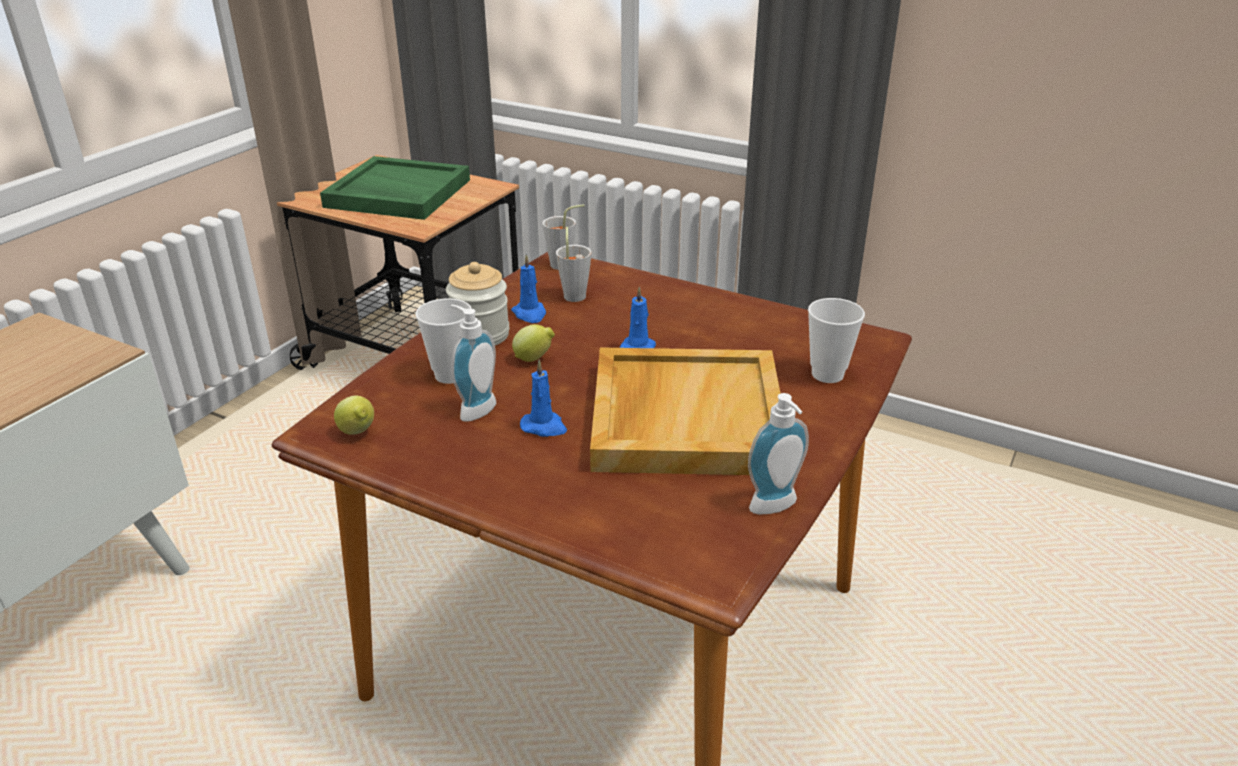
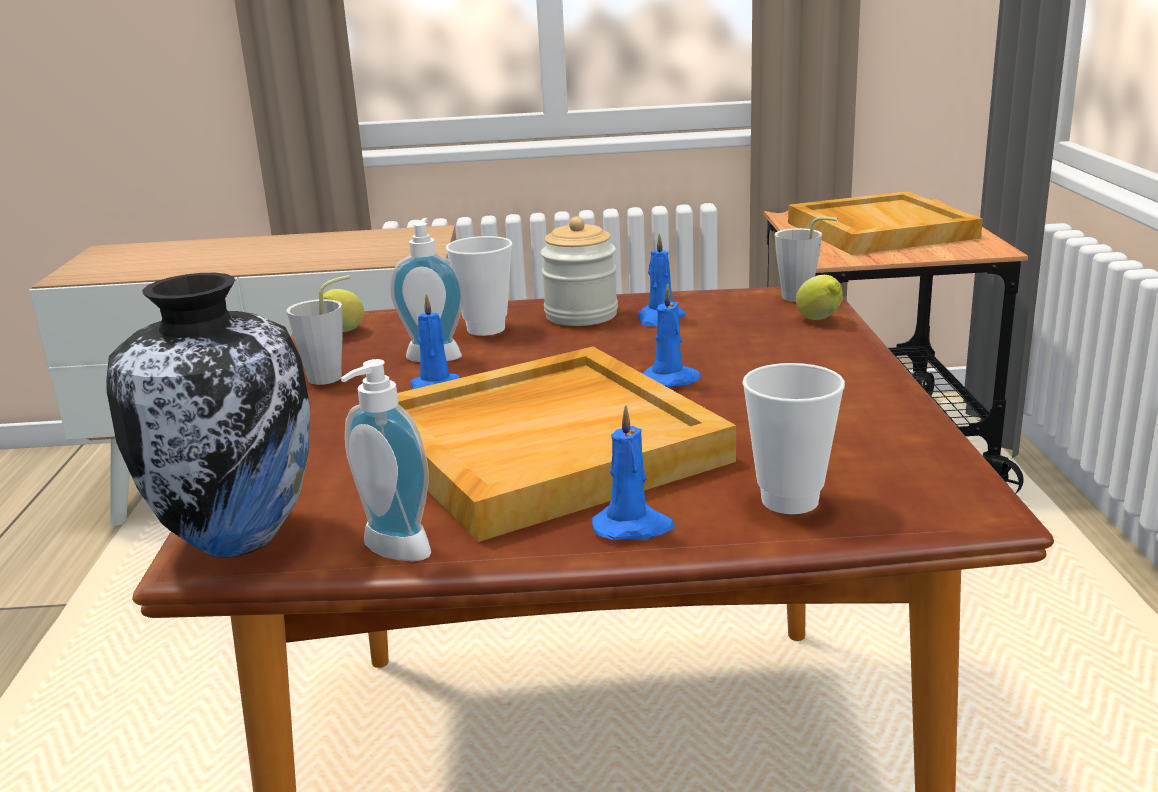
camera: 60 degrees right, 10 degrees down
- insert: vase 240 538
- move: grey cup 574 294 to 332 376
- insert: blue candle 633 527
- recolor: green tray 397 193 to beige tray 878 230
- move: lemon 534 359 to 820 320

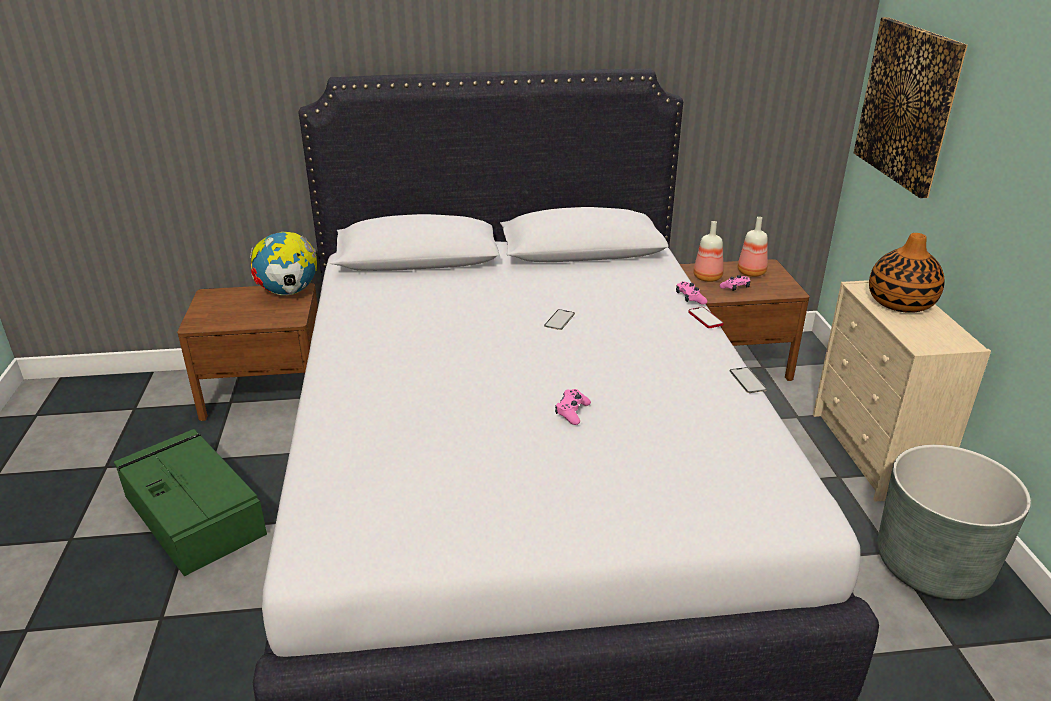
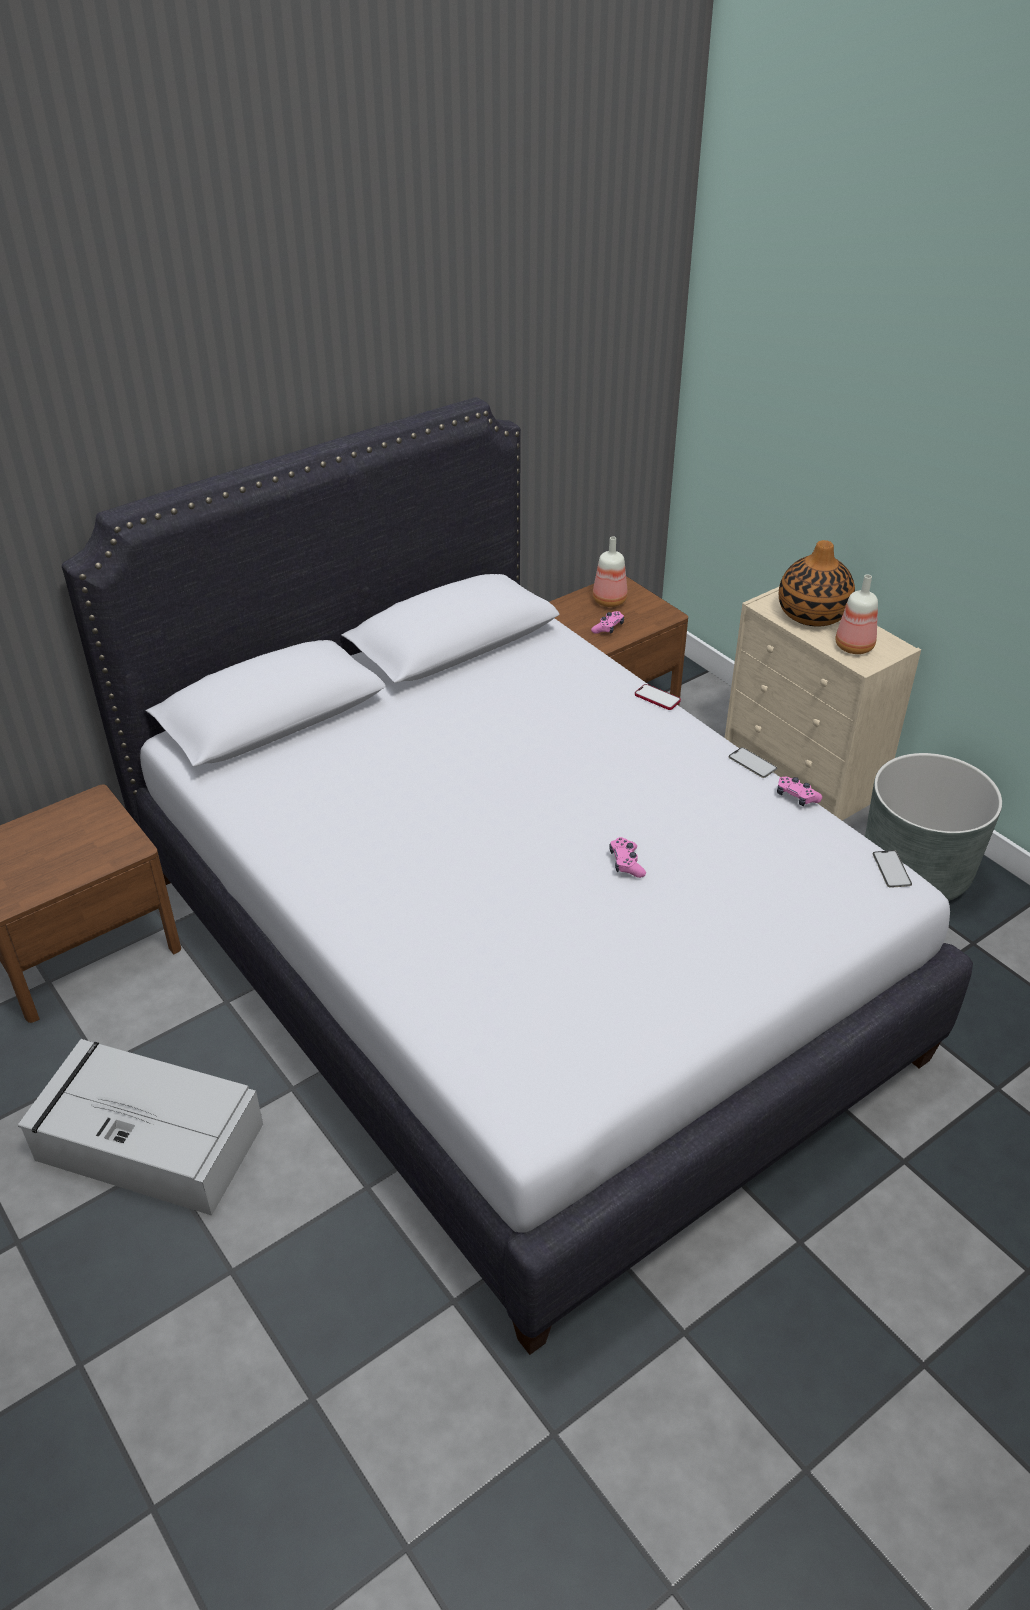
camera: 30 degrees left, 10 degrees up
- recolor: green storage box 193 513 to grey storage box 147 1141
- move: pink game controller 690 298 to 796 797
- move: bottle 708 278 to 855 646
- move: phone 559 320 to 891 869
- delete: globe 289 293
- delete: picture 908 104

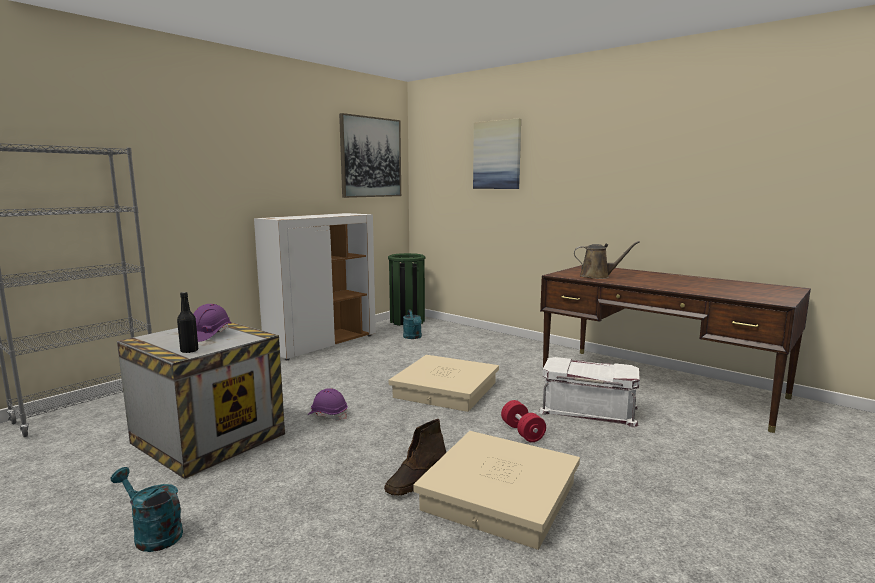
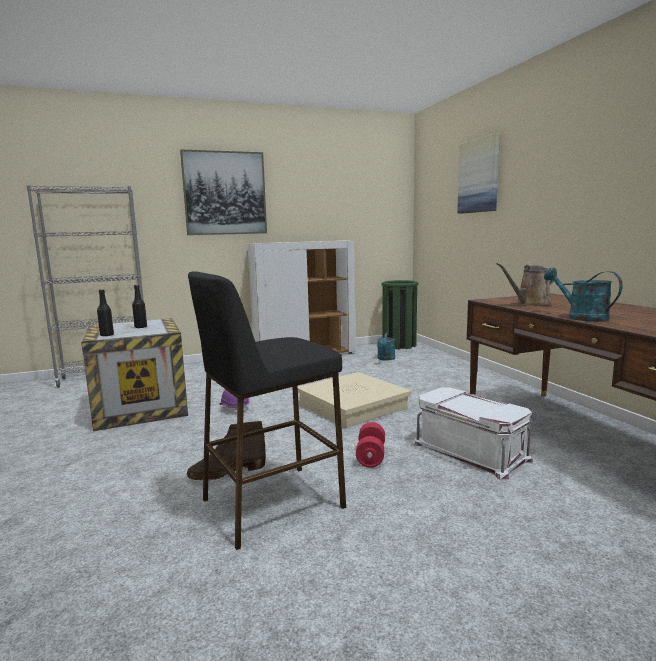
camera: 30 degrees right, 0 degrees up
- replace: purple hard hat 209 335 to black bottle 141 327
- move: picture 371 157 to 225 193
- replace: beige storage box 498 495 to black stool 271 504
- rotate: brown watering can 598 276 = 530 304 120 degrees clockwise
- move: turquoise watering can 152 534 to 581 317

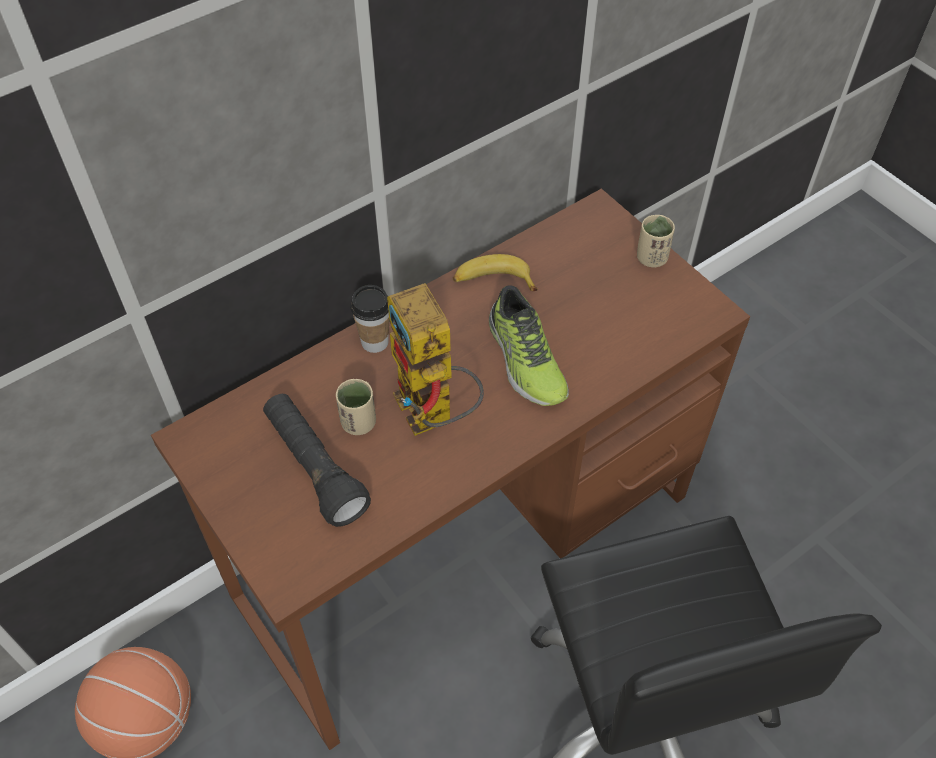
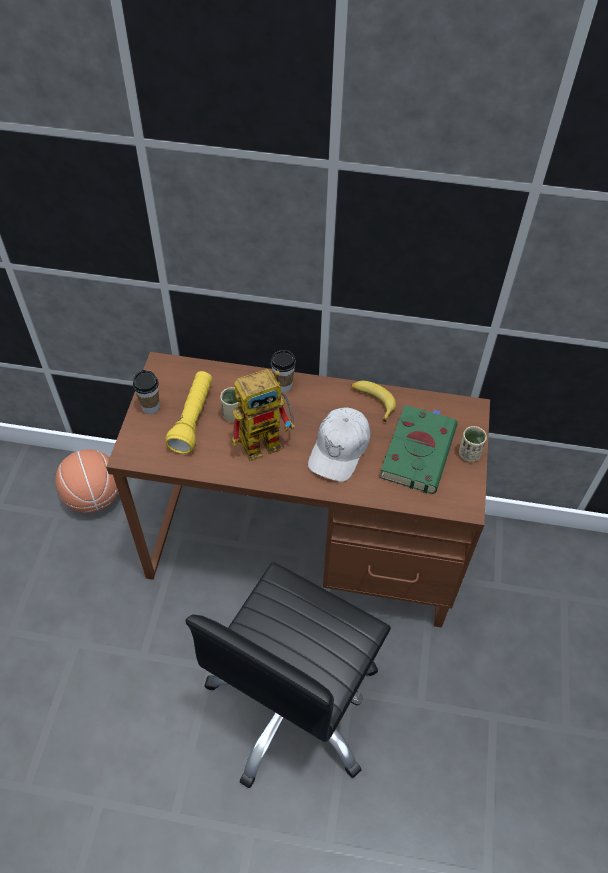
camera: 45 degrees right, 0 degrees up
- insert: cup 150 407
- recolor: black flashlight 314 468 to yellow flashlight 193 419
- rotate: toy robot 434 416 = 267 439 135 degrees counterclockwise
- replace: shoe 524 360 to white cap 339 449
- insert: green book 418 450

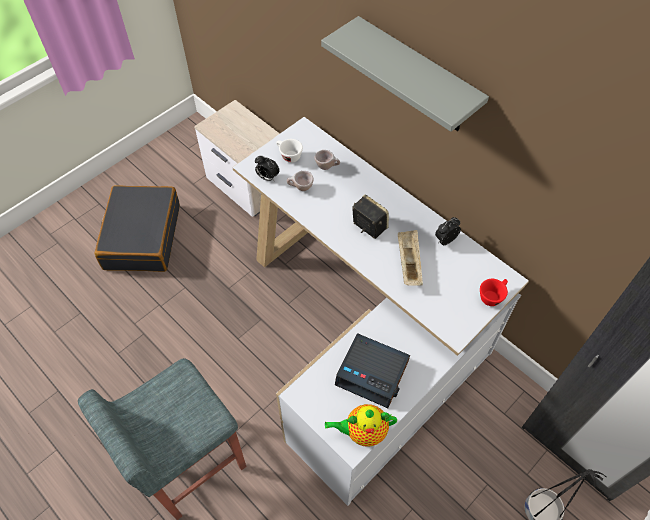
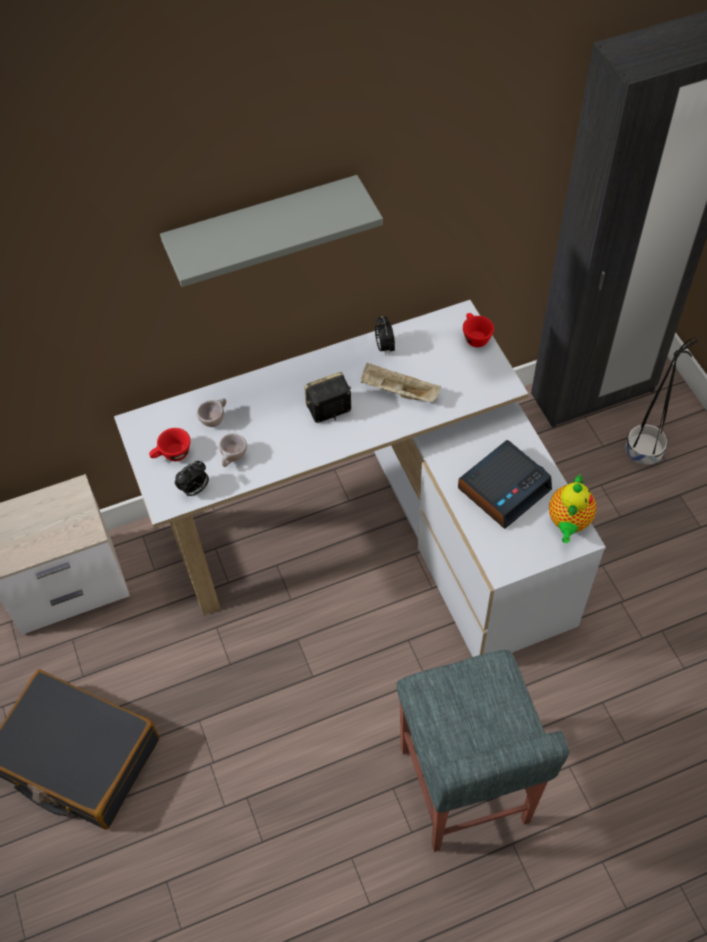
camera: 65 degrees left, 0 degrees up
- recolor: white cup 288 156 to red cup 172 455

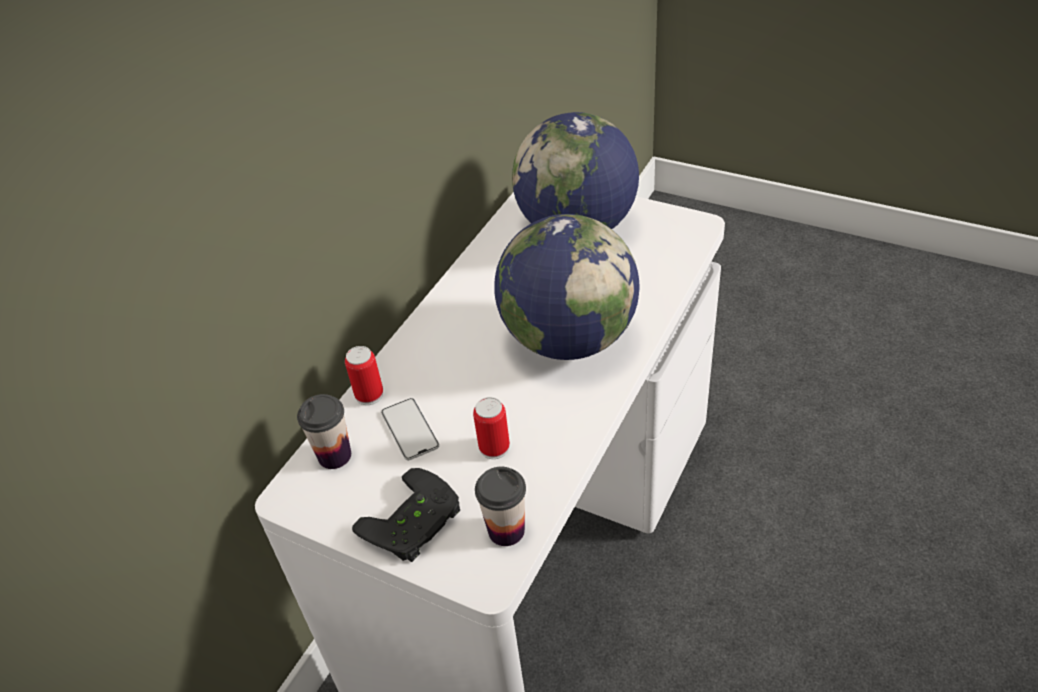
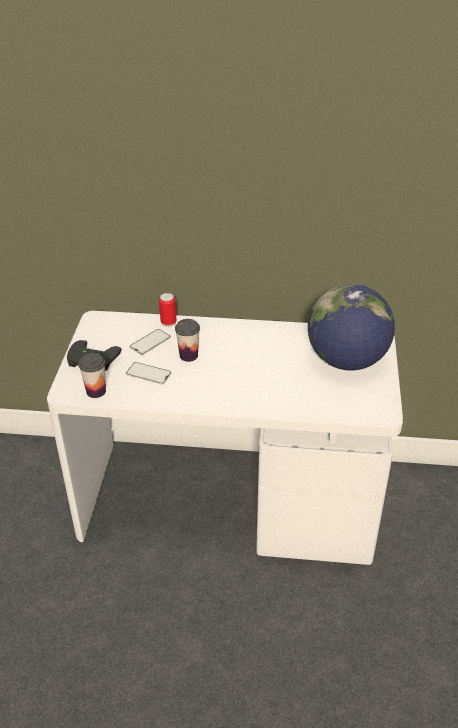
camera: 65 degrees right, 5 degrees down
- replace: can 494 447 to phone 148 373
- move: cup 334 455 to 188 356
- delete: globe 569 339

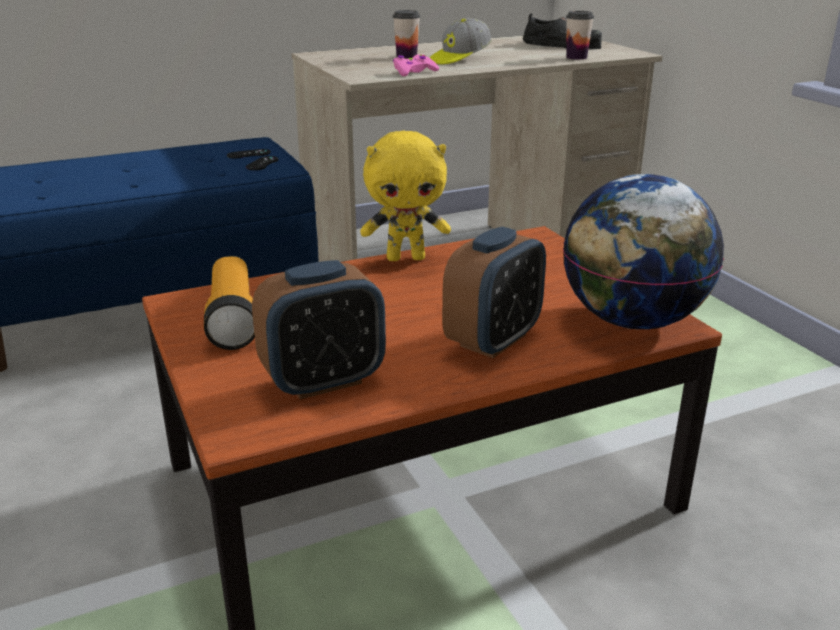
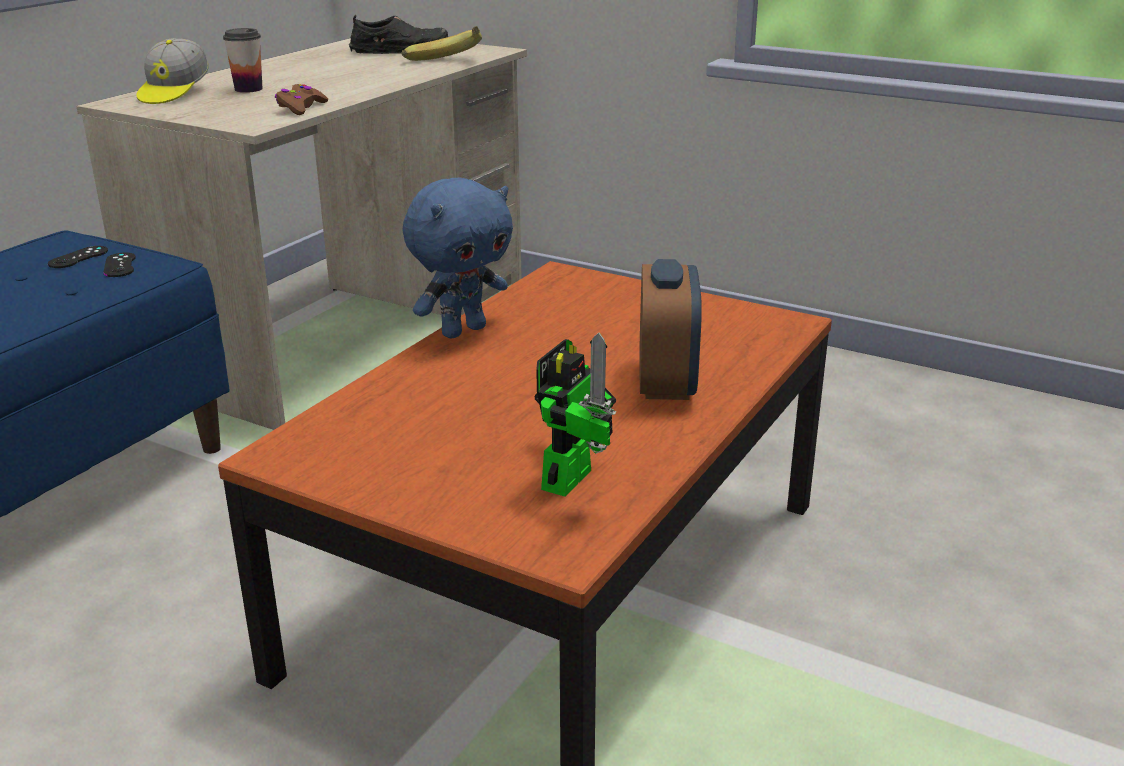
camera: 35 degrees left, 0 degrees up
- move: cap 459 59 to 174 93
- recolor: pink game controller 414 72 to brown game controller 301 108
- replace: cup 576 57 to banana 446 63
- recolor: yellow plush toy 406 258 to blue plush toy 463 330
- replace: alarm clock 323 381 to toy robot 571 475
- delete: flashlight 233 320
- delete: globe 631 321

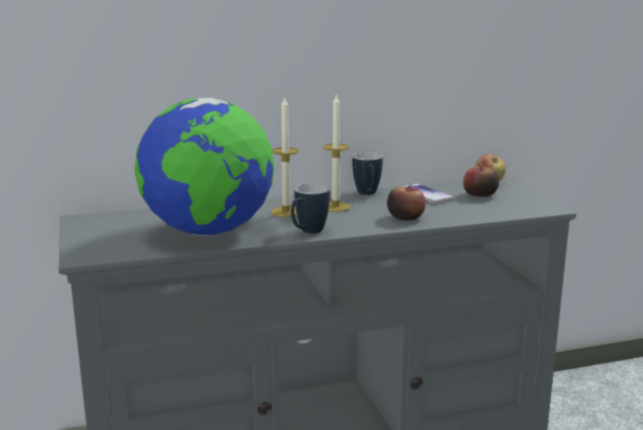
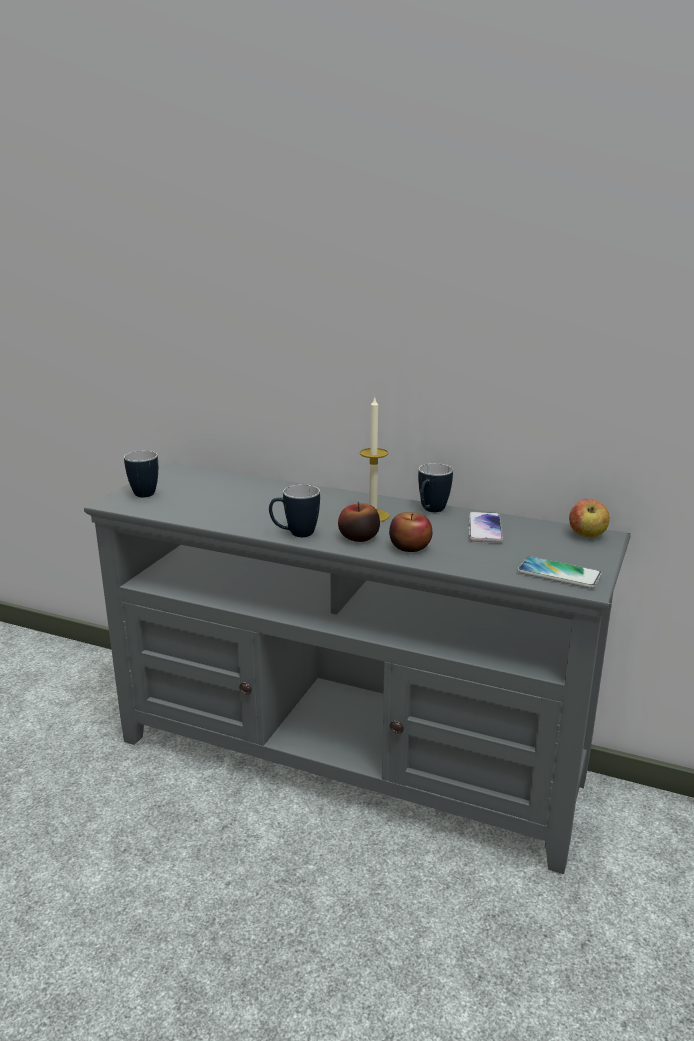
camera: 40 degrees right, 5 degrees up
- insert: mug 142 492
- move: apple 479 194 to 359 537
- insert: phone 559 574
- delete: globe 208 232
- delete: candle 286 212

